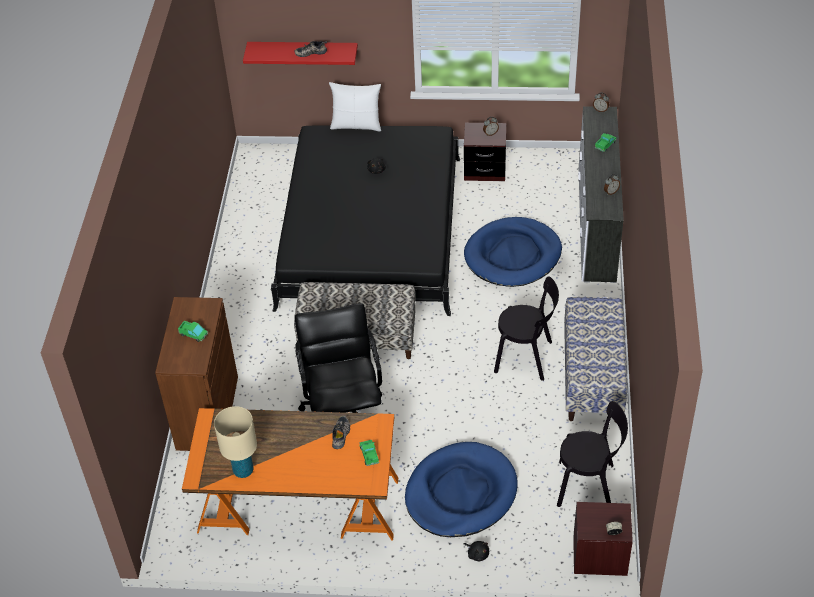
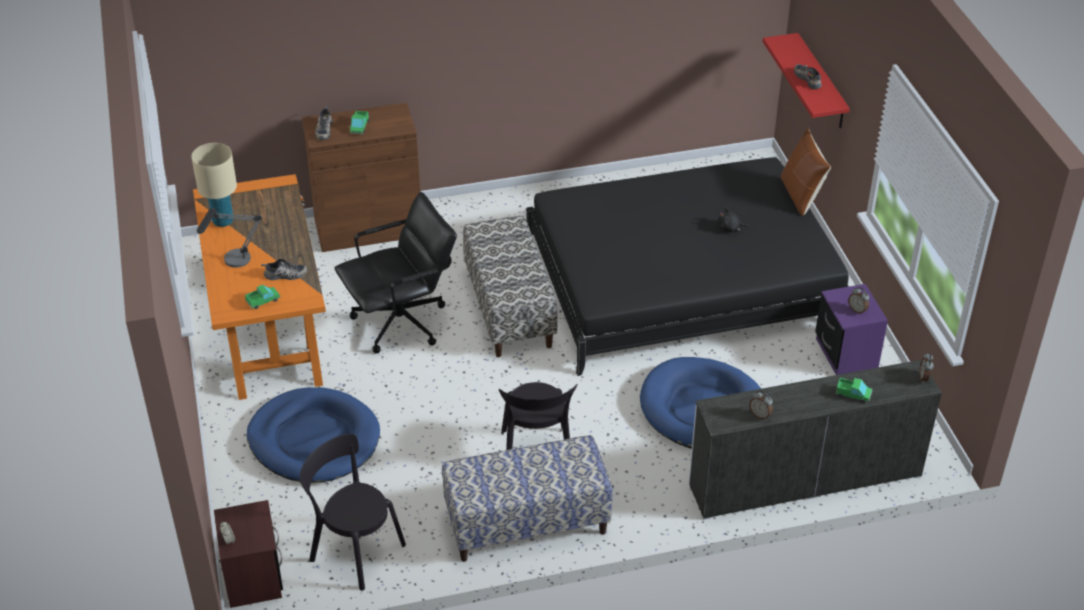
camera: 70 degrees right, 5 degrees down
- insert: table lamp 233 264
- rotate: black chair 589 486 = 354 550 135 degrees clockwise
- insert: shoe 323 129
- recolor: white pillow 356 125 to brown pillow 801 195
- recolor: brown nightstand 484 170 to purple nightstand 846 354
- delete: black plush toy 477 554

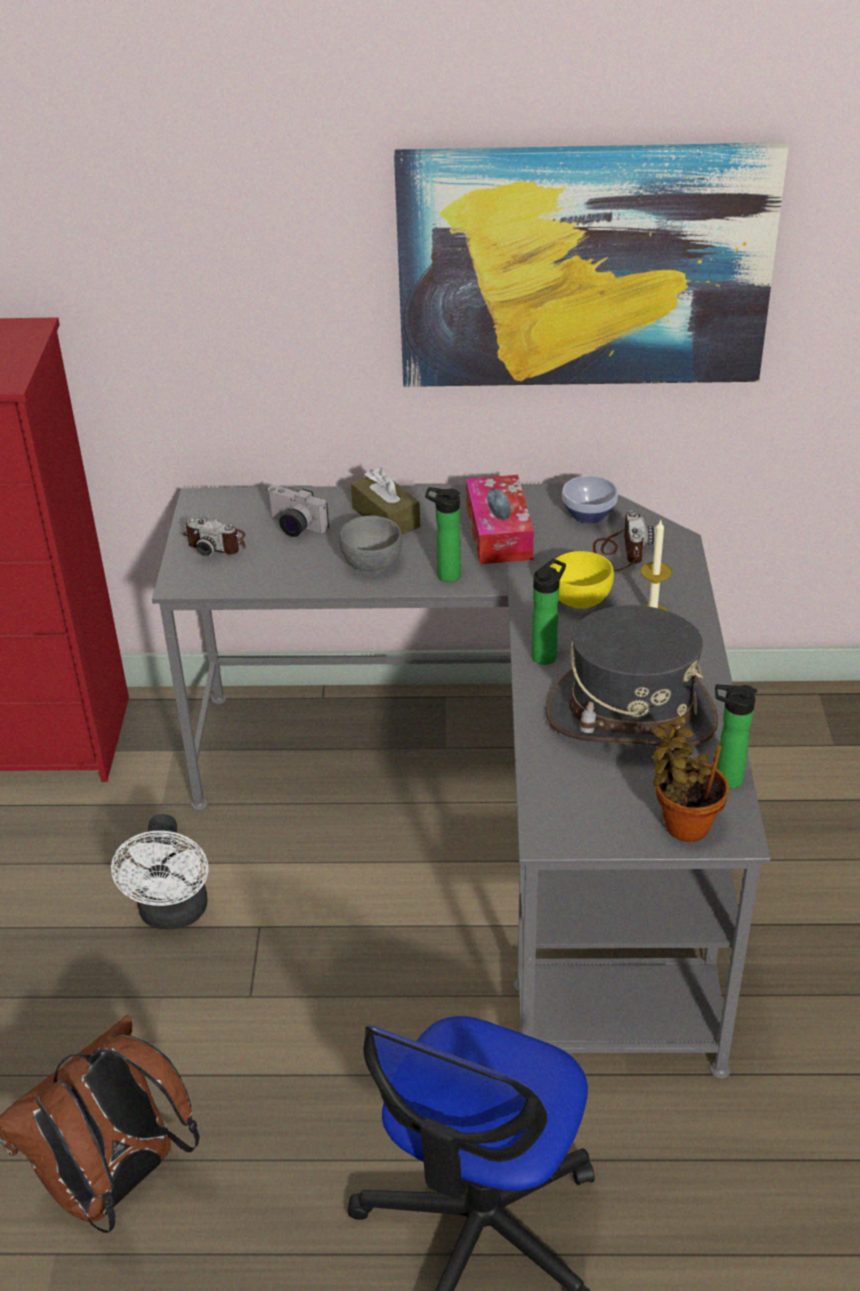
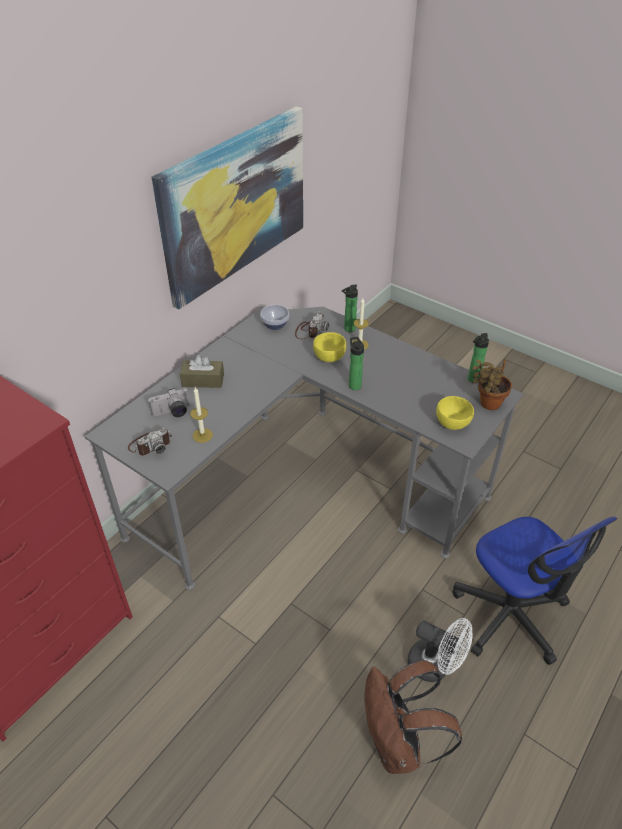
camera: 55 degrees left, 5 degrees up
- insert: candle 202 435
- rotate: photo camera 621 551 = 310 330 75 degrees clockwise
- move: bottle 445 575 to 348 329
- move: white fan 173 914 to 435 666
- insert: yellow bowl 451 423
- delete: grey bowl 371 563
- delete: tissue box 499 533
- delete: grey hat 630 717

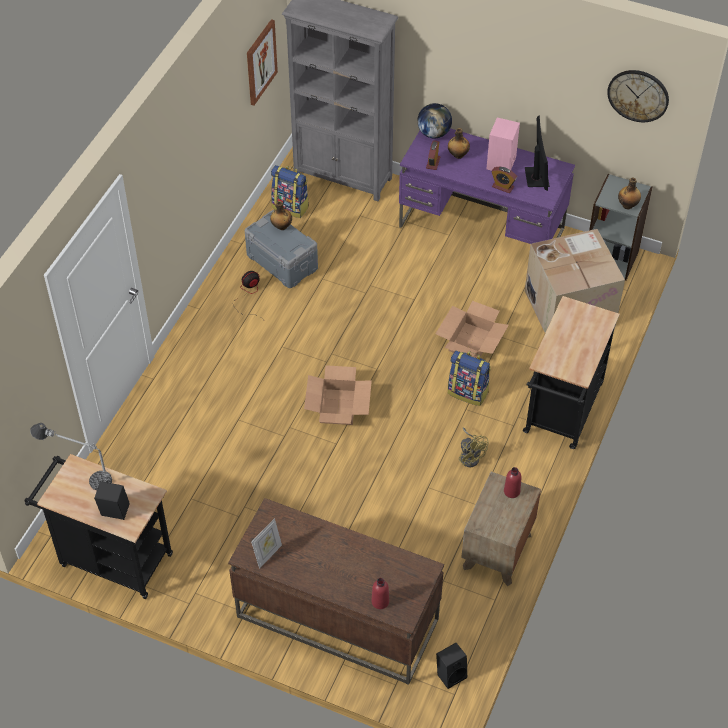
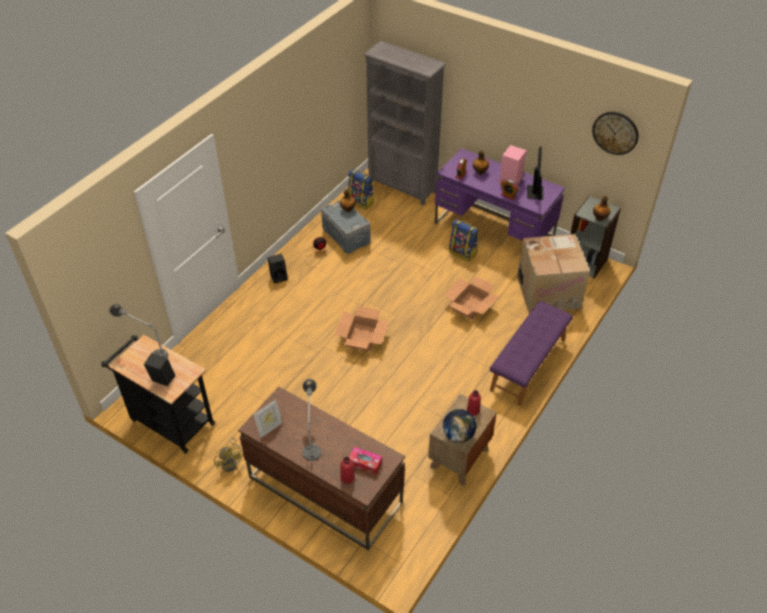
camera: 10 degrees right, 5 degrees down
- move: yellow fan 470 456 to 231 462
- move: black speaker 451 674 to 279 277
- insert: table lamp 312 436
- insert: tissue box 365 463
- move: globe 434 133 to 458 435
- move: backpack 468 392 to 463 252
- replace: black cart 561 414 to purple bench 528 365
- delete: picture 260 62

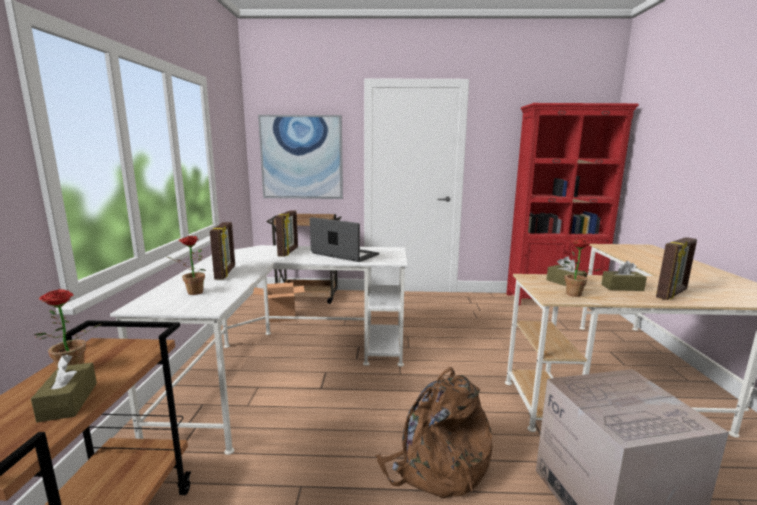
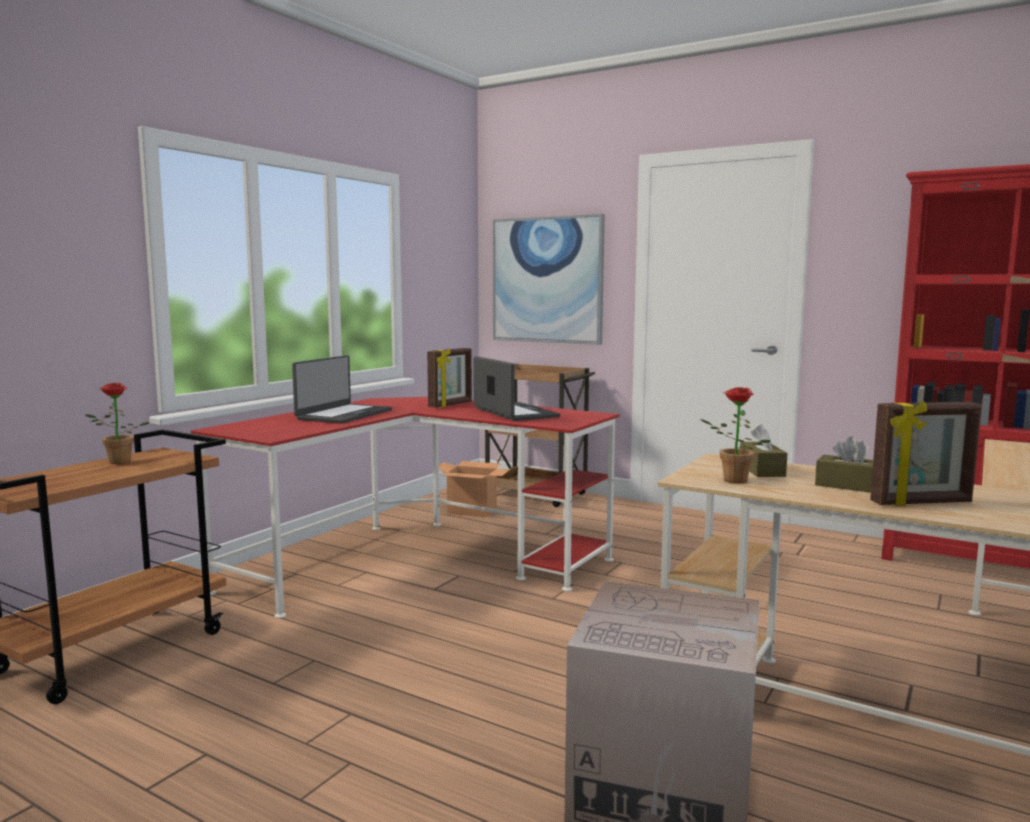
camera: 30 degrees right, 5 degrees down
- recolor: white desk 283 366 to red desk 416 560
- replace: picture frame 226 273 to laptop 343 414
- delete: brown tissue box 68 401
- delete: potted plant 191 293
- delete: brown backpack 436 465

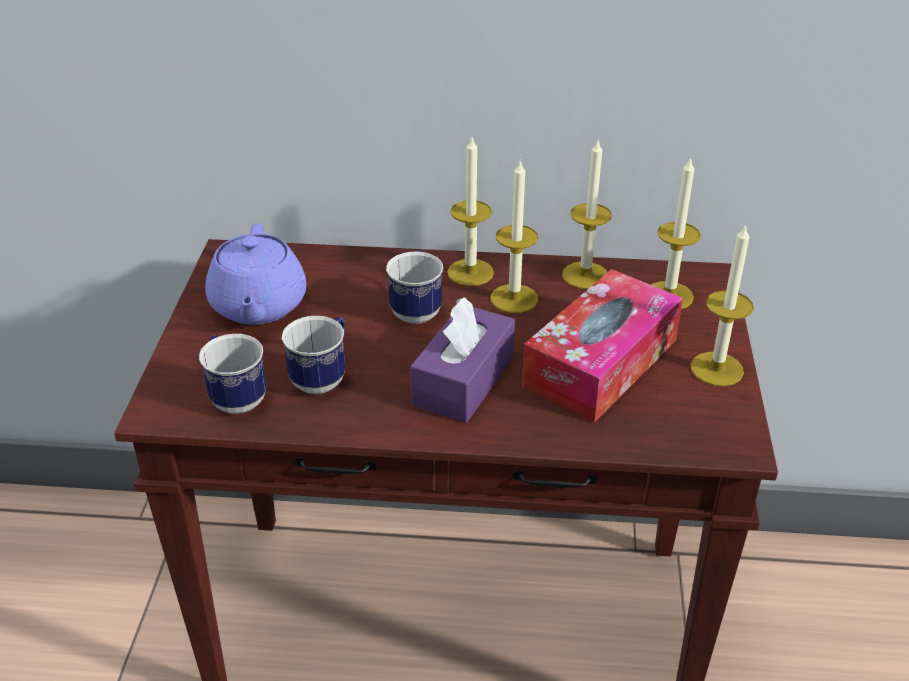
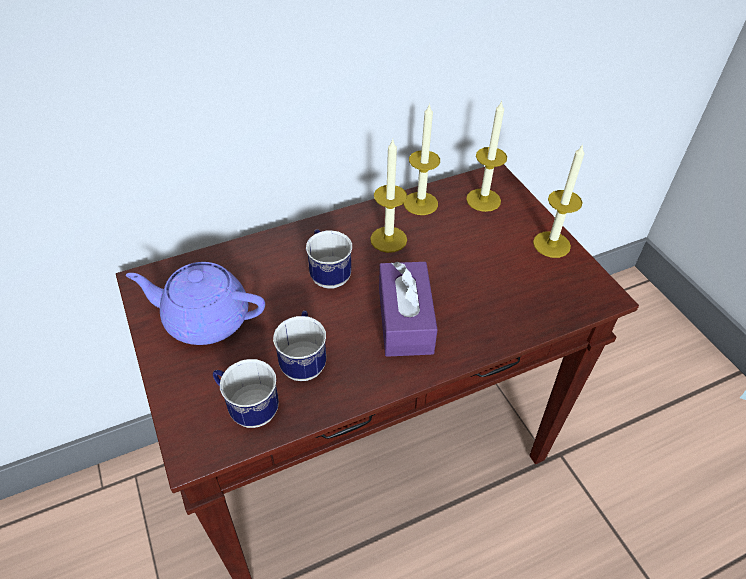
camera: 30 degrees left, 10 degrees up
- rotate: purple teapot 258 306 = 205 319 135 degrees clockwise
- delete: candle 470 272
- delete: tissue box 601 363

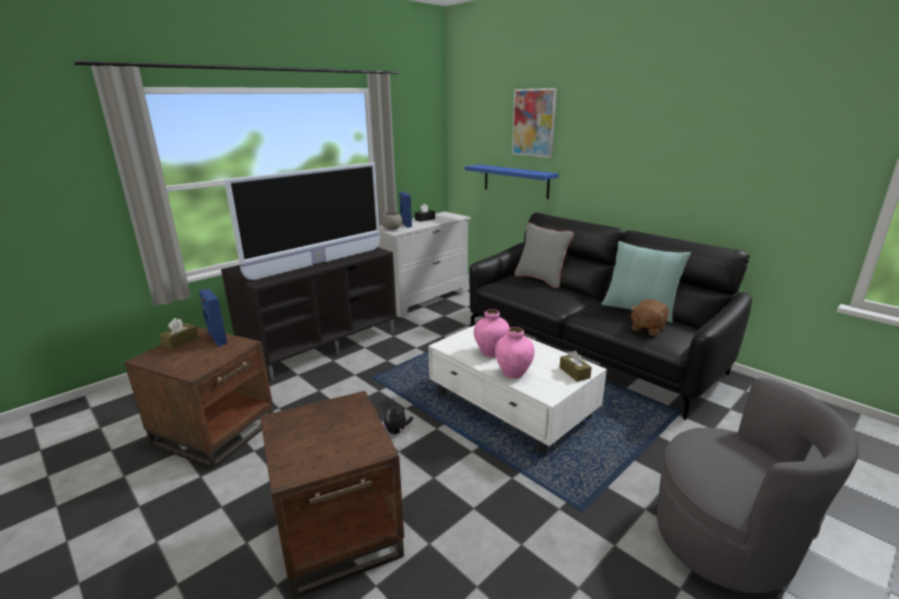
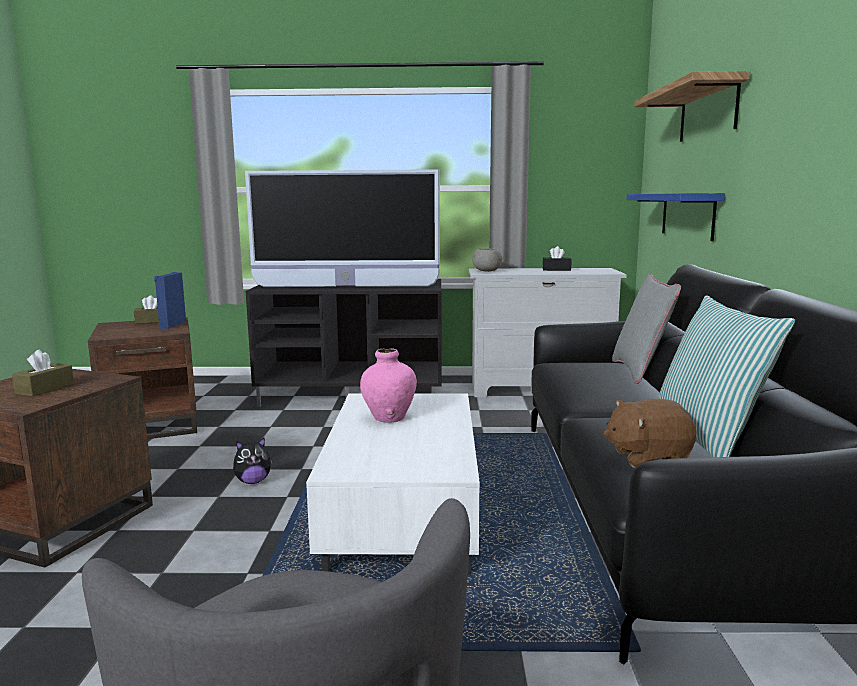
camera: 45 degrees right, 10 degrees down
- move: brown tissue box 574 373 to 45 389
- rotate: plush toy 397 431 = 253 481 150 degrees counterclockwise
- replace: picture 534 123 to shelf 708 111
- delete: blue speaker 405 225
- delete: pink vase 513 373

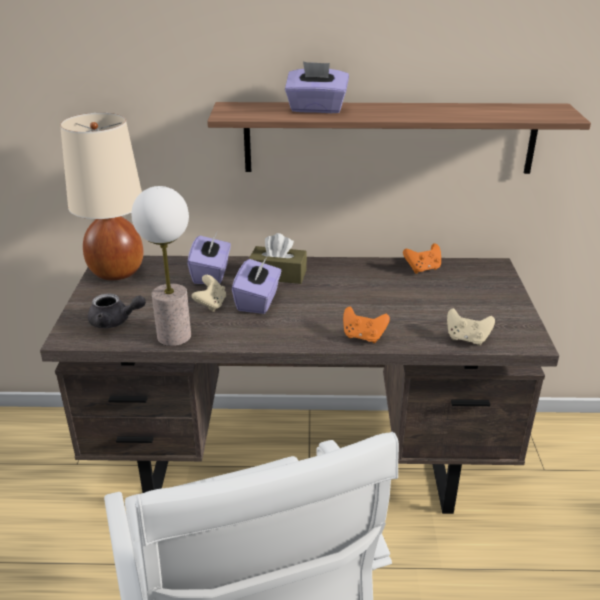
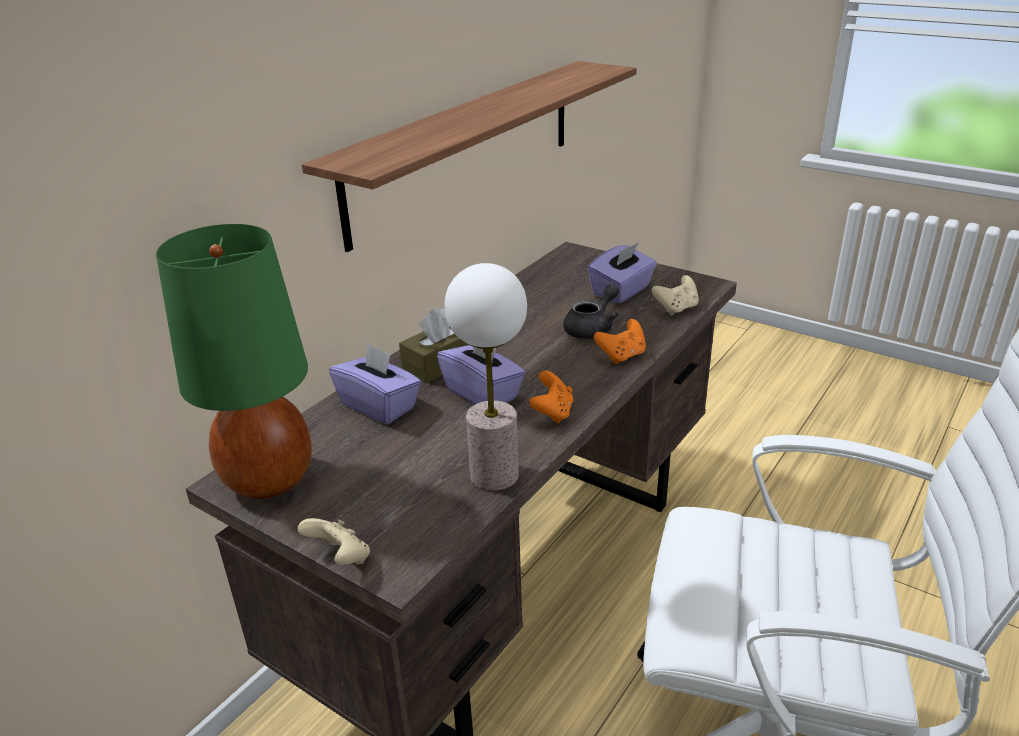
camera: 55 degrees left, 0 degrees up
- recolor: beige table lamp 117 272 to green table lamp 270 480
- move: beige game controller 211 304 to 340 559
- move: orange game controller 423 269 to 552 413
- move: grey teapot 115 321 to 592 328
- move: purple tissue box 316 109 to 622 291

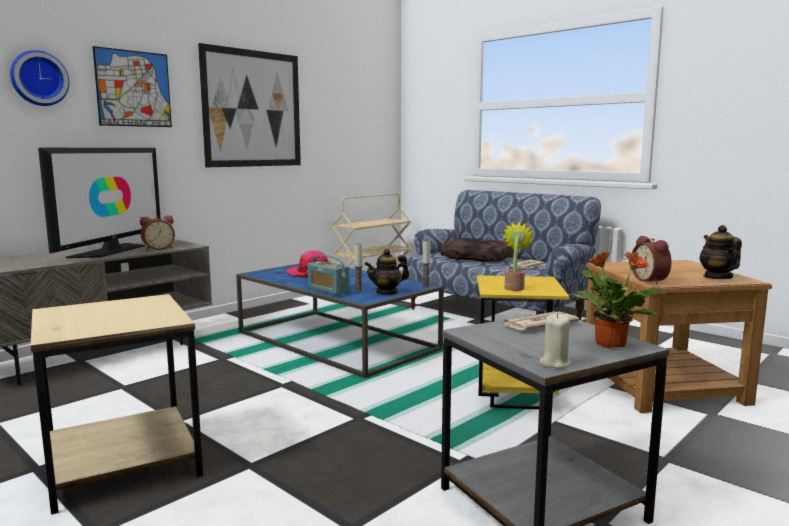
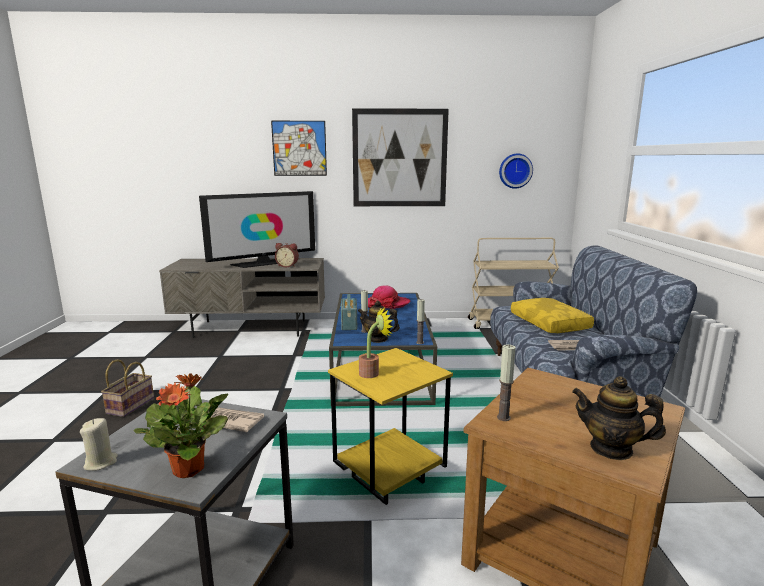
camera: 45 degrees right, 5 degrees up
- replace: beige side table 120 462 to basket 130 405
- replace: alarm clock 651 280 to candle 503 417
- move: wall clock 38 78 to 515 171
- recolor: brown pillow 478 258 to yellow pillow 550 324
- rotate: teapot 717 277 = 611 449 105 degrees counterclockwise

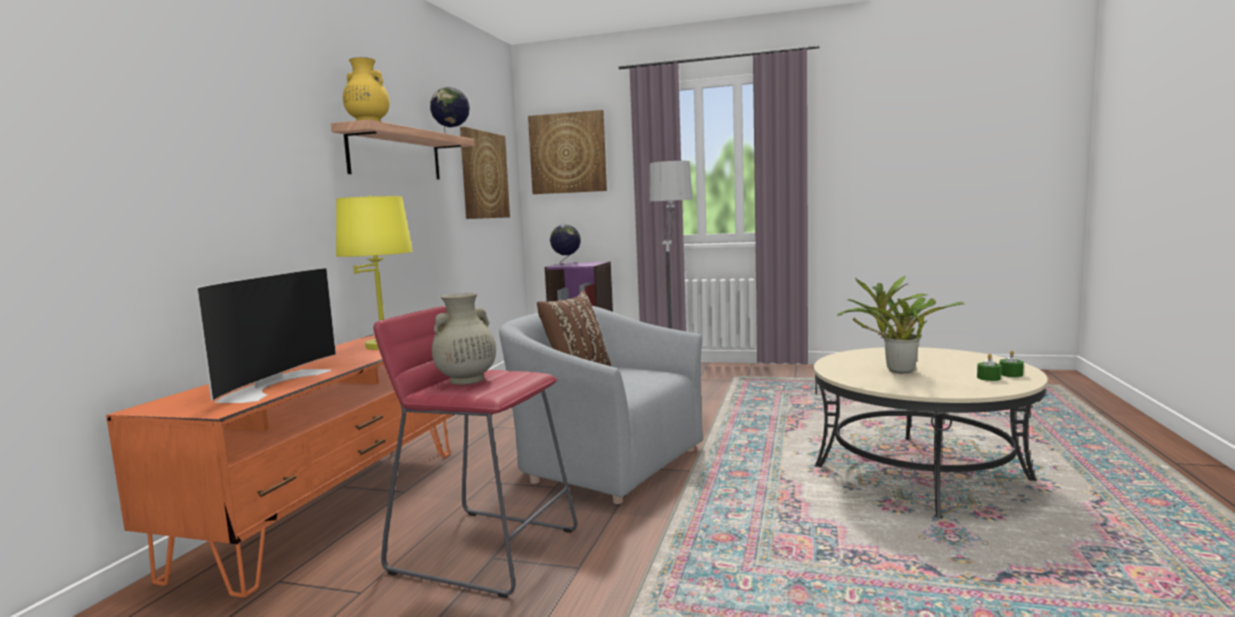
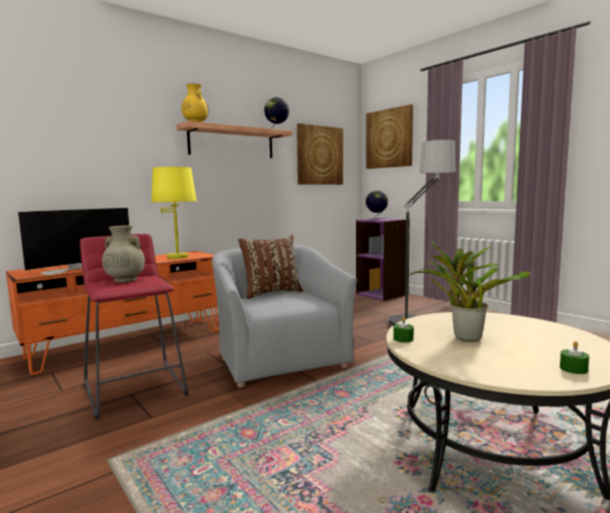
camera: 35 degrees right, 0 degrees up
- move: green candle 988 378 to 403 339

